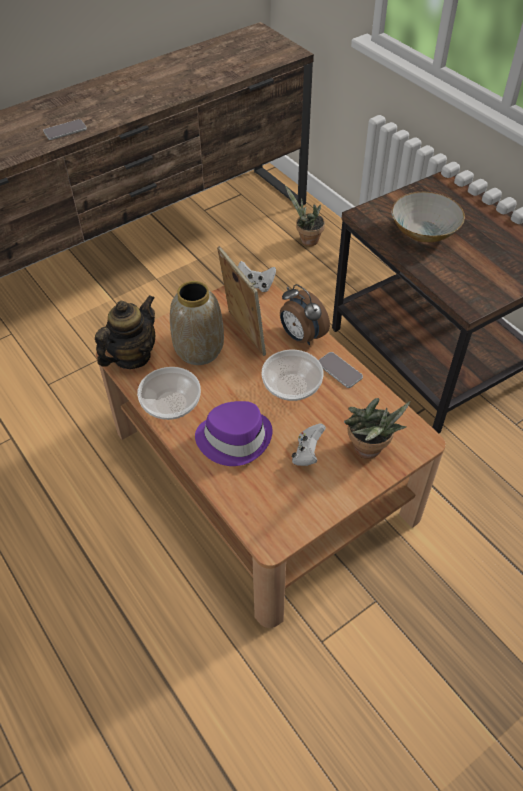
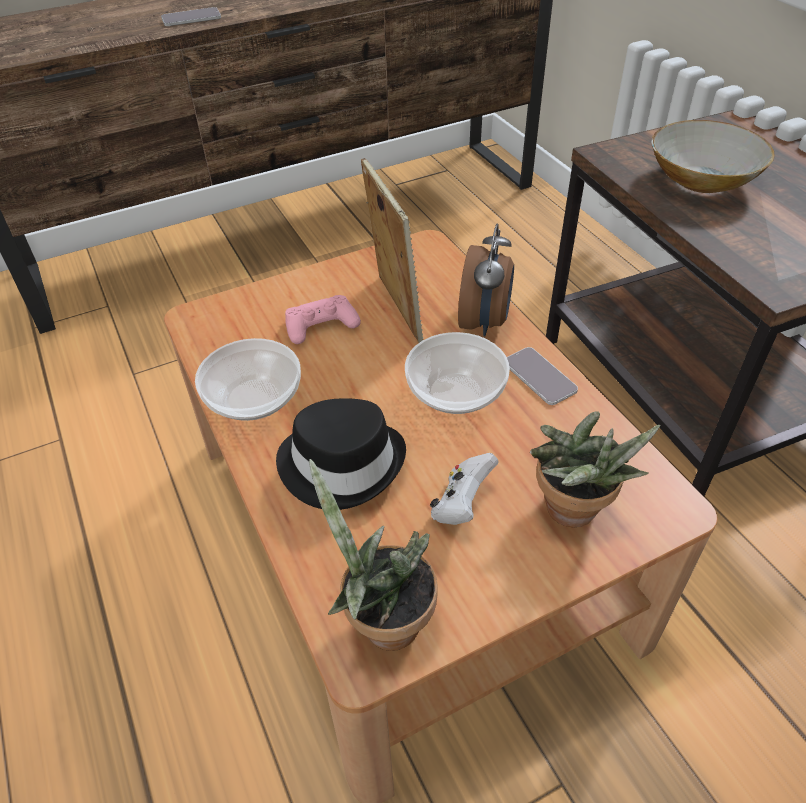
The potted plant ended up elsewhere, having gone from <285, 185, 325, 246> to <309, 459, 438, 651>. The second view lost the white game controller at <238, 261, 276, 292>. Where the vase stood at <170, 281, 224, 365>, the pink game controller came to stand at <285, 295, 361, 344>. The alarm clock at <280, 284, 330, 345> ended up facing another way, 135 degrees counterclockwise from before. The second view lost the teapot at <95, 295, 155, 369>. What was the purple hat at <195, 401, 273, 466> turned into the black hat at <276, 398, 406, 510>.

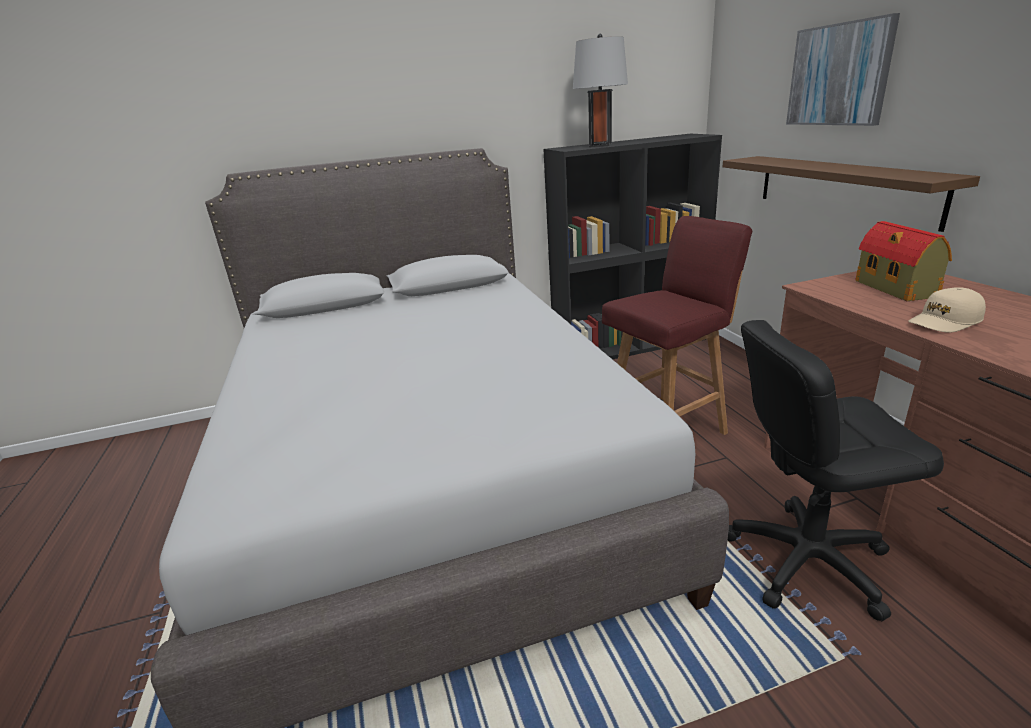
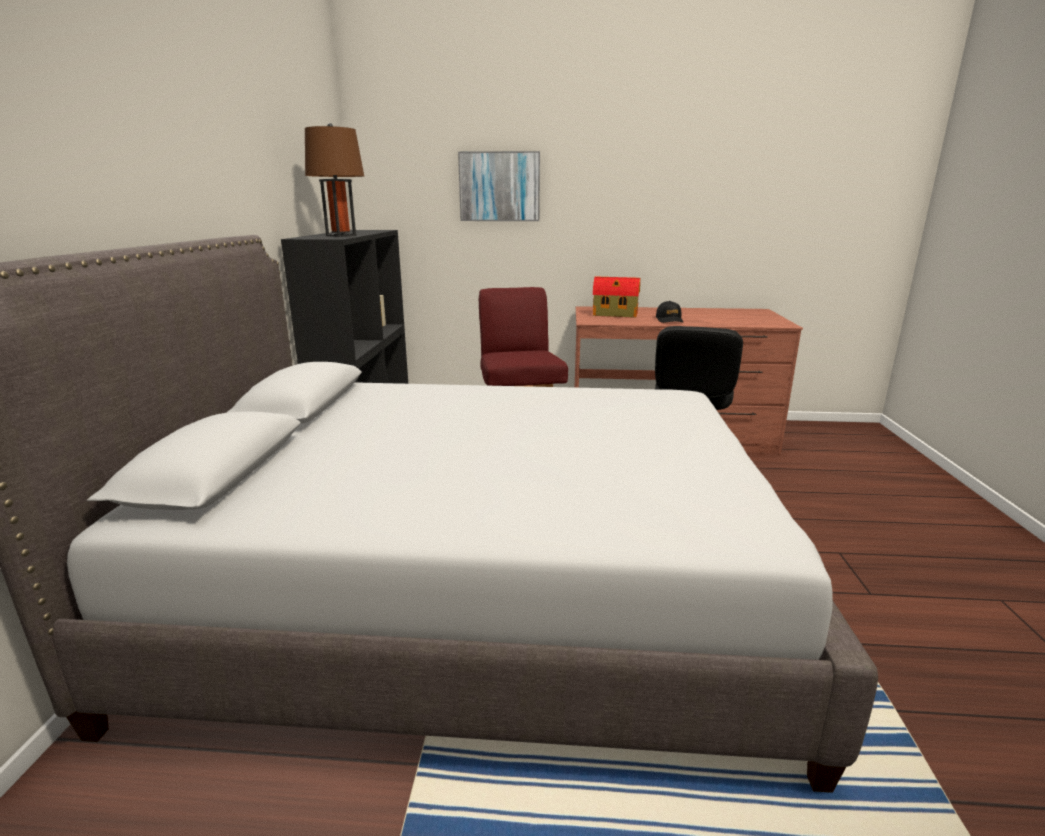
What was the grey table lamp at <573, 34, 628, 147> turned into the brown table lamp at <305, 123, 364, 237>. The second view lost the brown shelf at <723, 156, 980, 232>. What was the beige cap at <908, 287, 986, 333> turned into the black cap at <656, 301, 683, 323>.

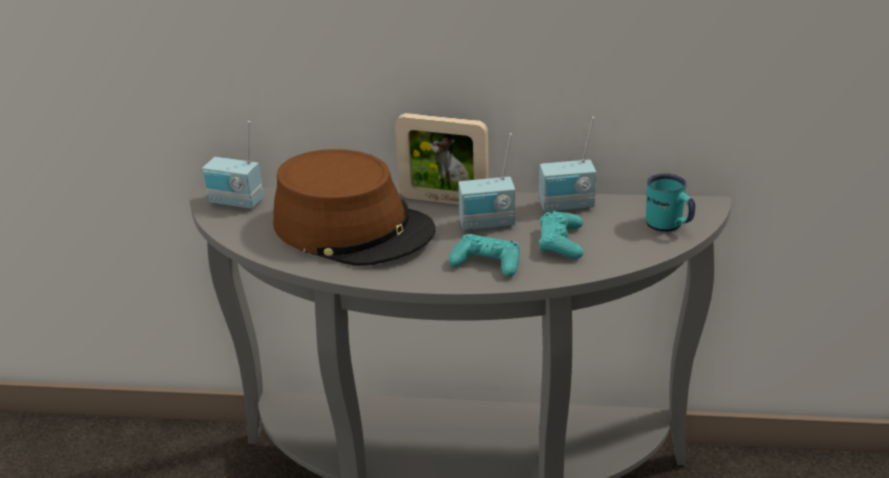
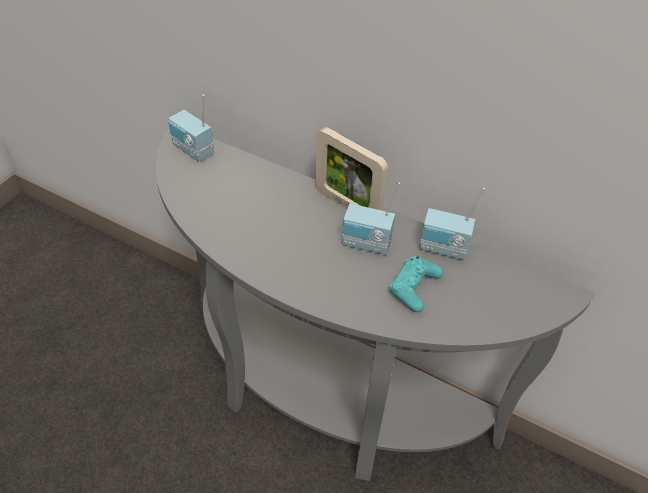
The second view lost the brown hat at <273, 149, 435, 266>. The second view lost the turquoise mug at <646, 173, 695, 232>. The second view lost the turquoise game controller at <449, 234, 520, 277>.

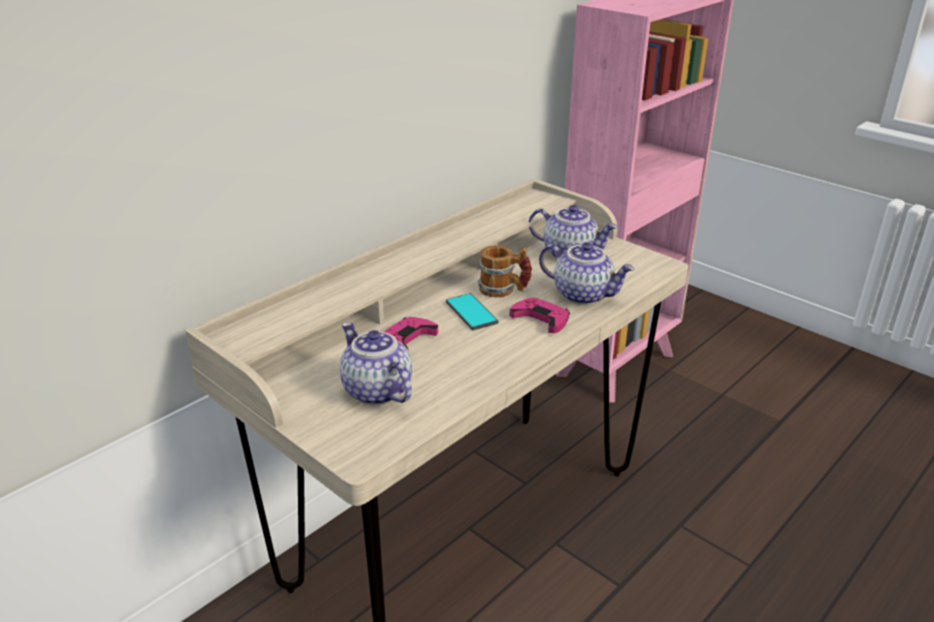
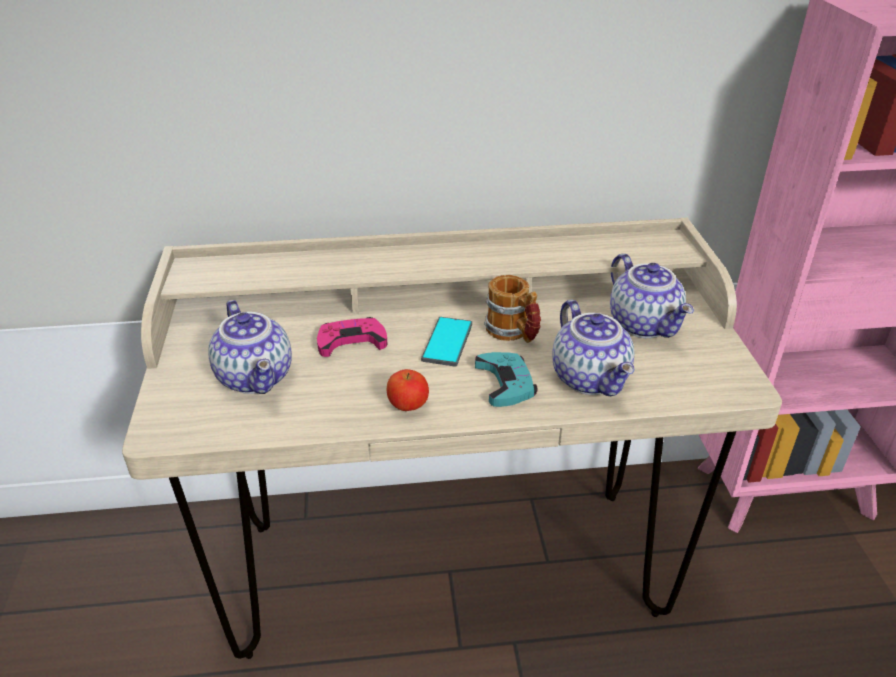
What was the pink game controller at <509, 297, 570, 333> turned into the turquoise game controller at <475, 352, 538, 407>. The teapot at <340, 322, 412, 405> ended up facing another way, 150 degrees clockwise from before. The second view gained the apple at <387, 369, 429, 411>.

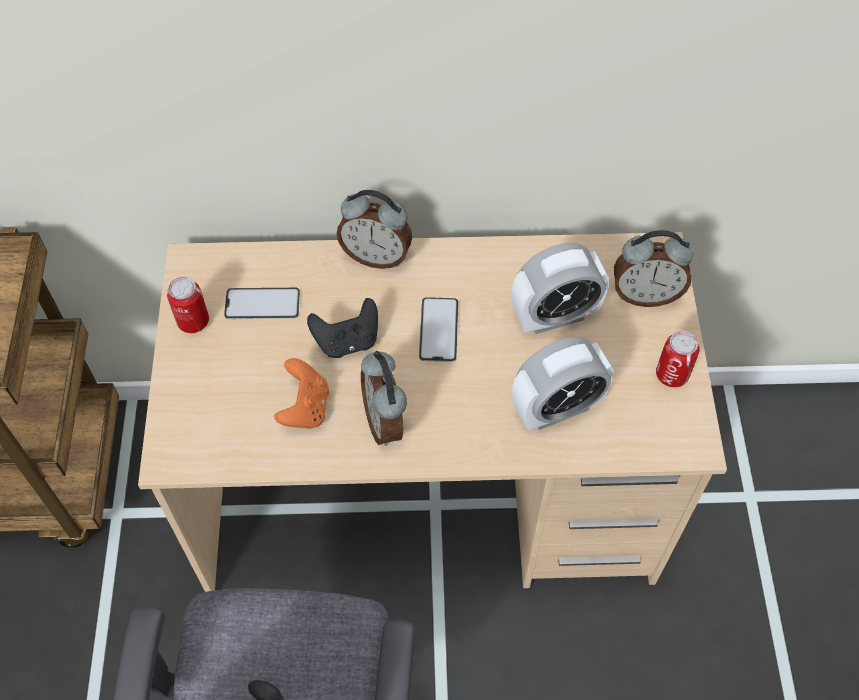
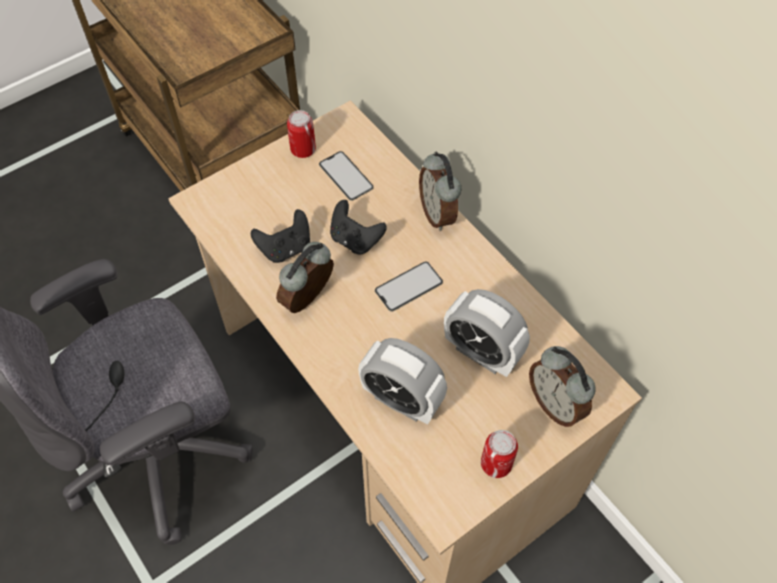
What was the orange game controller at <274, 358, 329, 429> turned into the black game controller at <251, 209, 310, 263>.

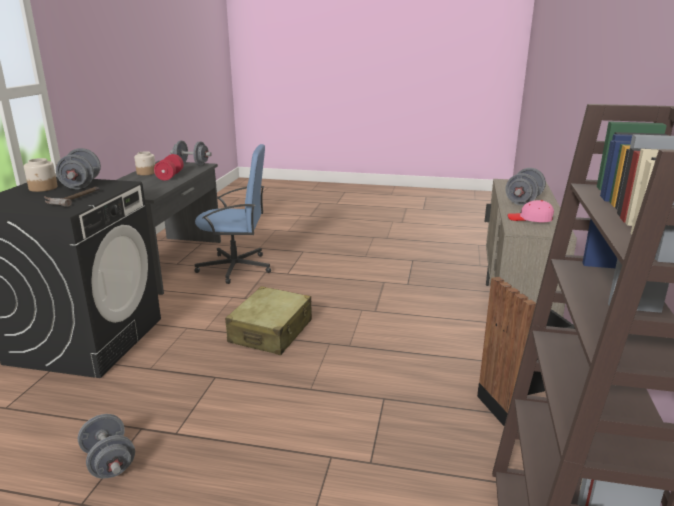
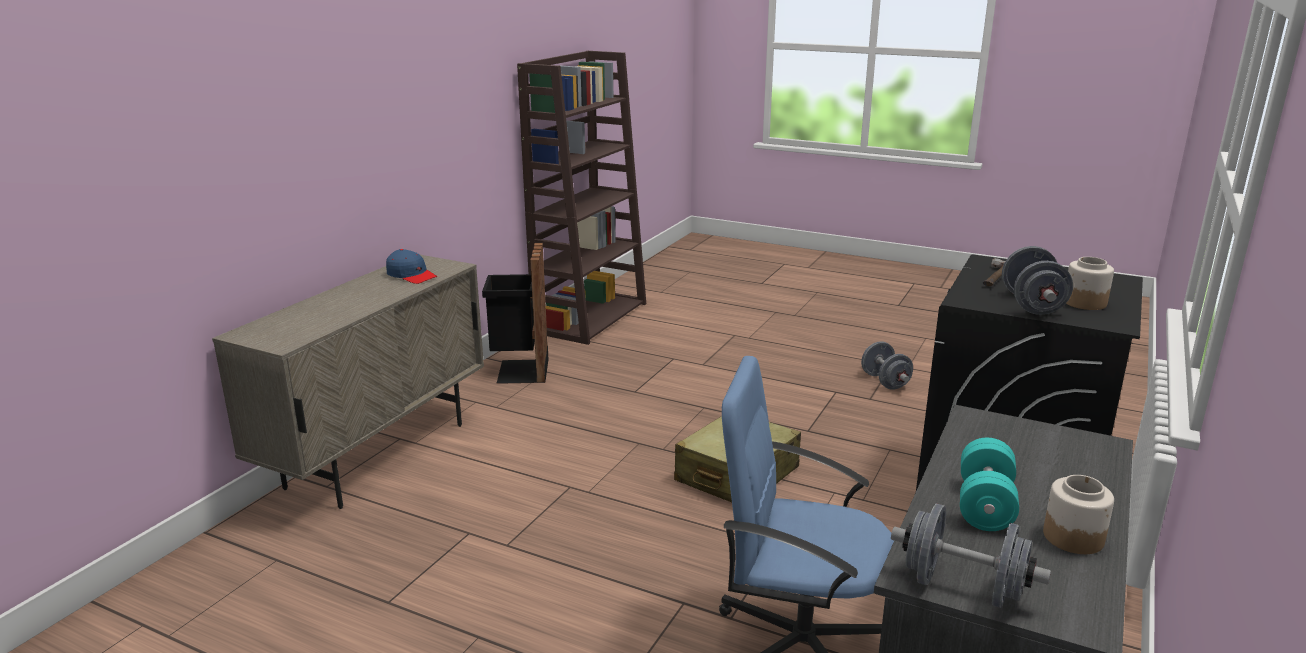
What was the red dumbbell at <154, 154, 184, 181> turned into the turquoise dumbbell at <960, 438, 1019, 531>. The second view lost the grey dumbbell at <505, 168, 546, 205>. What was the pink cap at <507, 200, 554, 222> turned into the blue cap at <386, 249, 437, 284>.

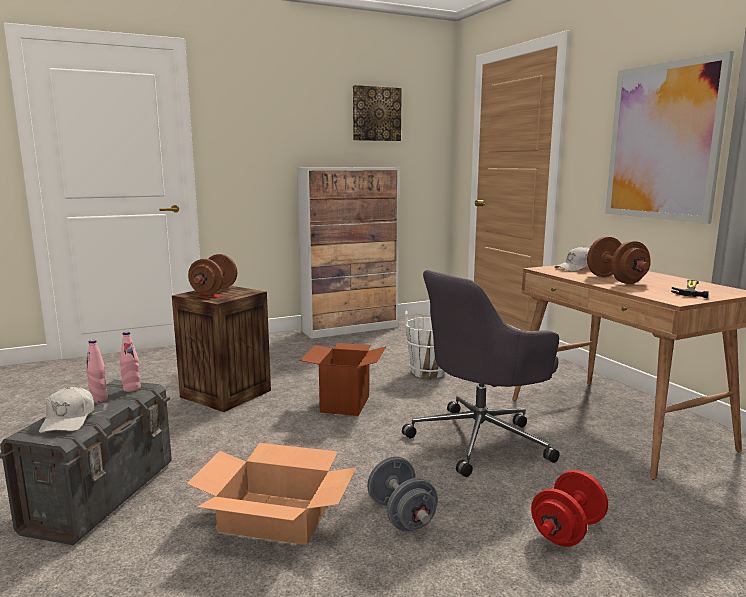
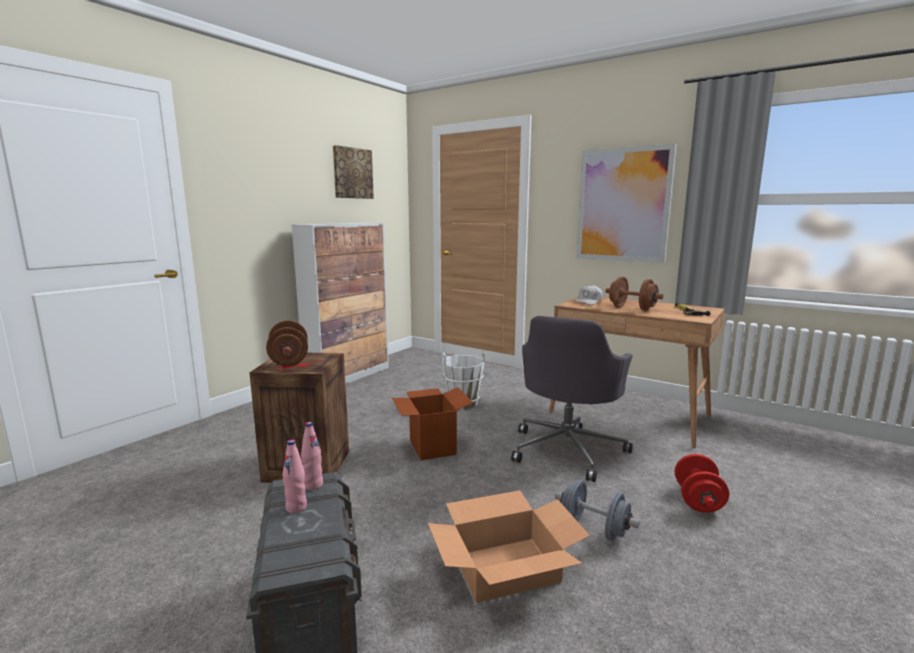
The second view lost the white cap at <39, 387, 94, 433>.

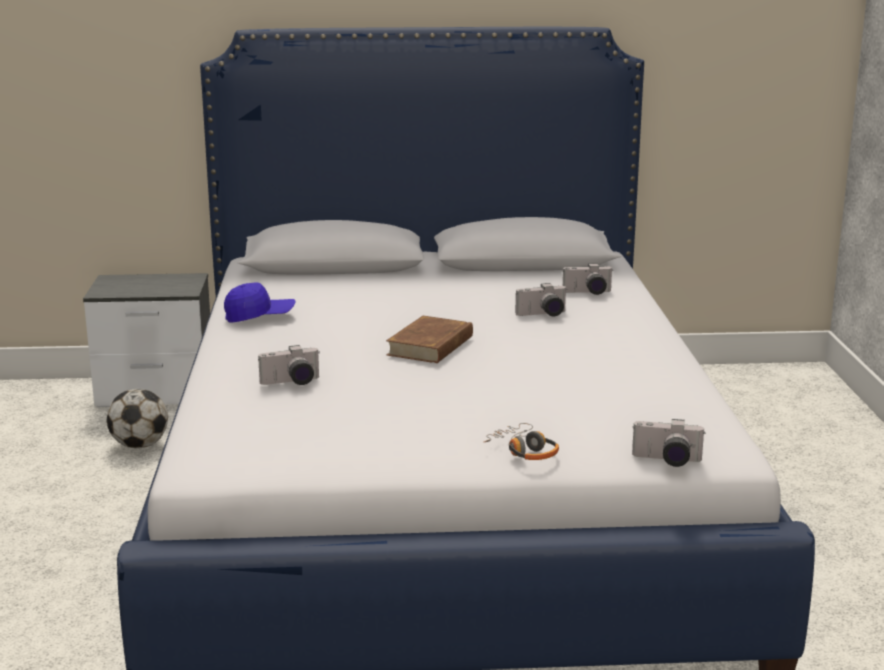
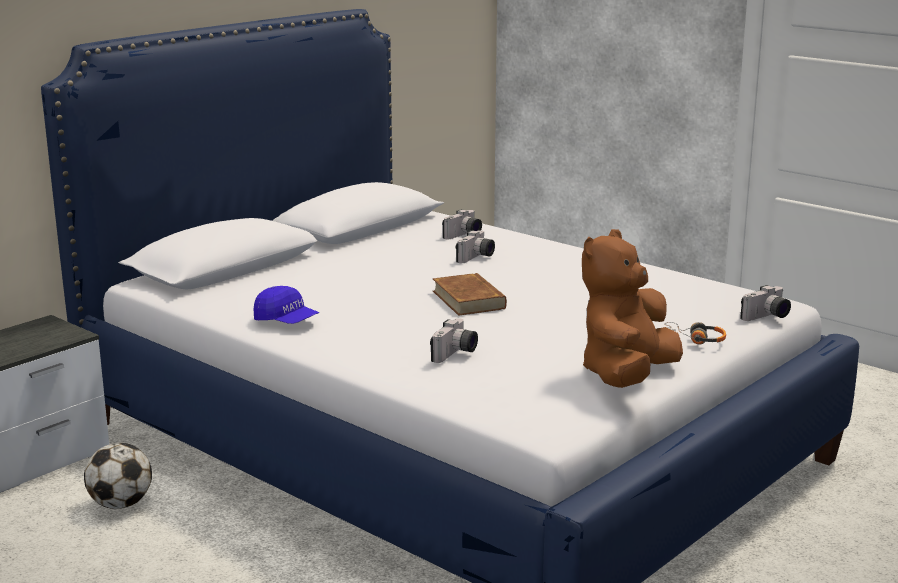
The blue cap at <224, 282, 296, 322> ended up facing another way, 90 degrees clockwise from before. The second view gained the brown plush toy at <582, 229, 683, 388>.

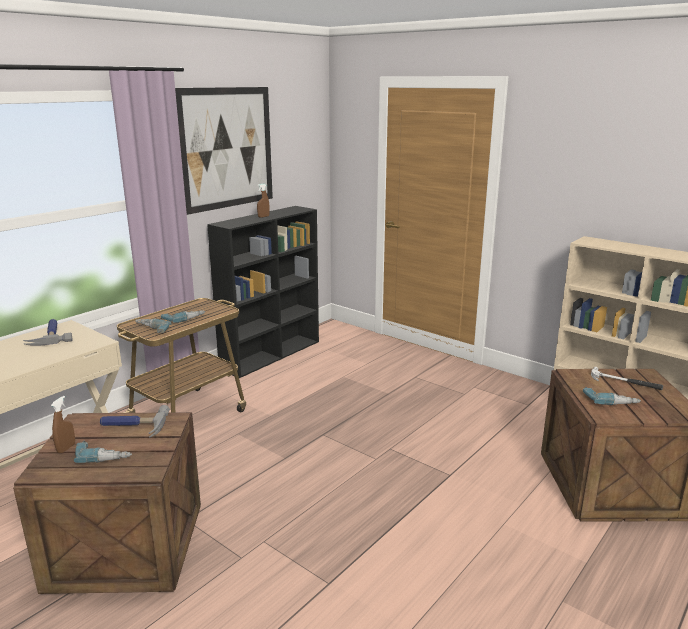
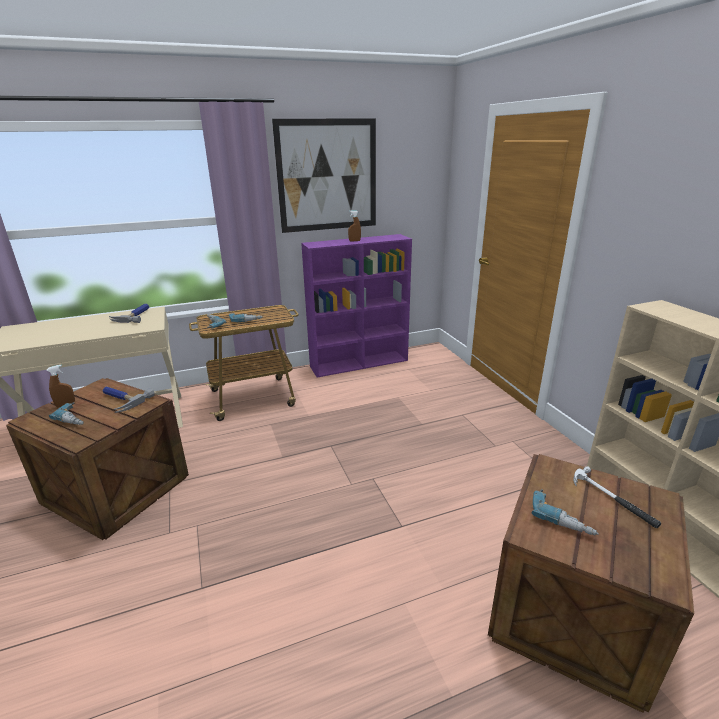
What was the black bookcase at <207, 206, 319, 378> turned into the purple bookcase at <301, 234, 412, 377>.

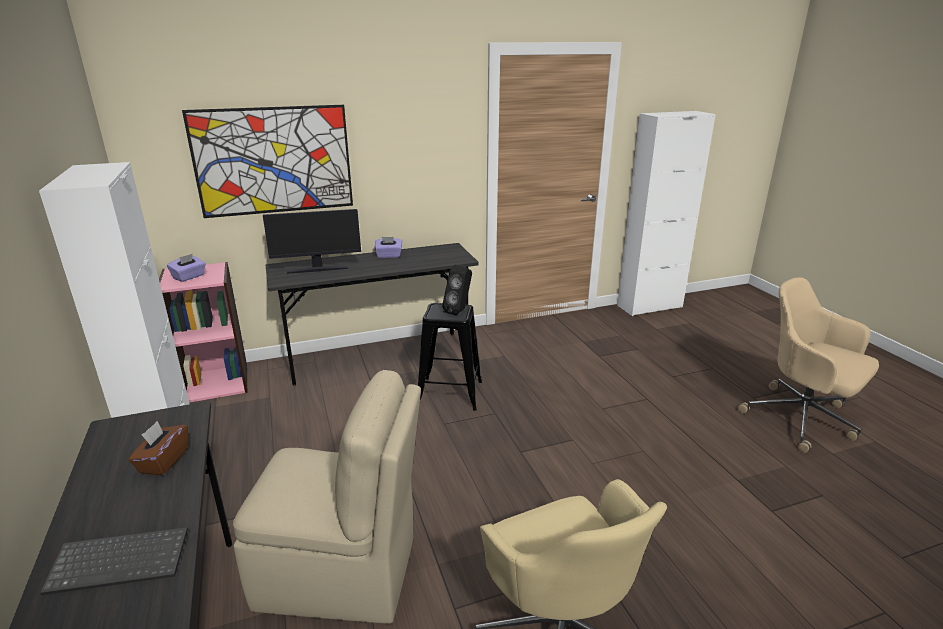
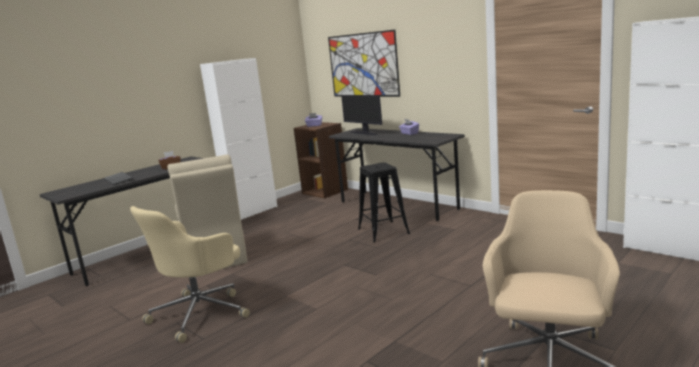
What was the pink bookcase at <159, 262, 248, 403> turned into the brown bookcase at <294, 122, 348, 198>. The second view lost the black speaker at <442, 265, 472, 315>.

